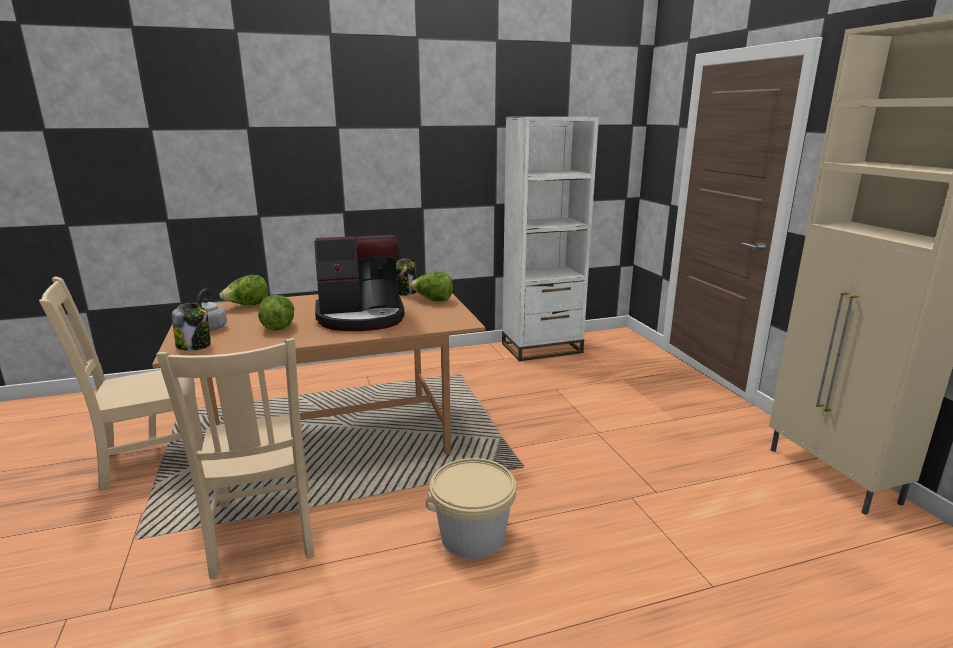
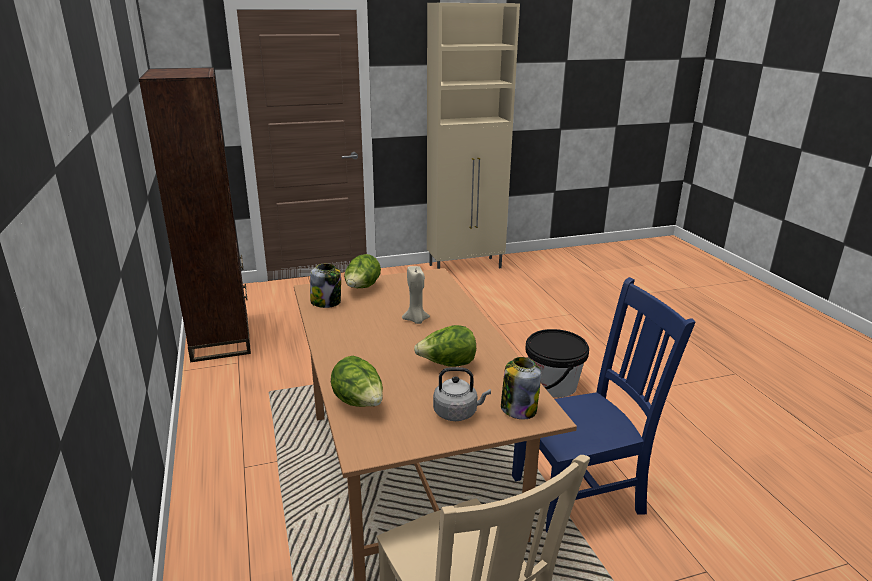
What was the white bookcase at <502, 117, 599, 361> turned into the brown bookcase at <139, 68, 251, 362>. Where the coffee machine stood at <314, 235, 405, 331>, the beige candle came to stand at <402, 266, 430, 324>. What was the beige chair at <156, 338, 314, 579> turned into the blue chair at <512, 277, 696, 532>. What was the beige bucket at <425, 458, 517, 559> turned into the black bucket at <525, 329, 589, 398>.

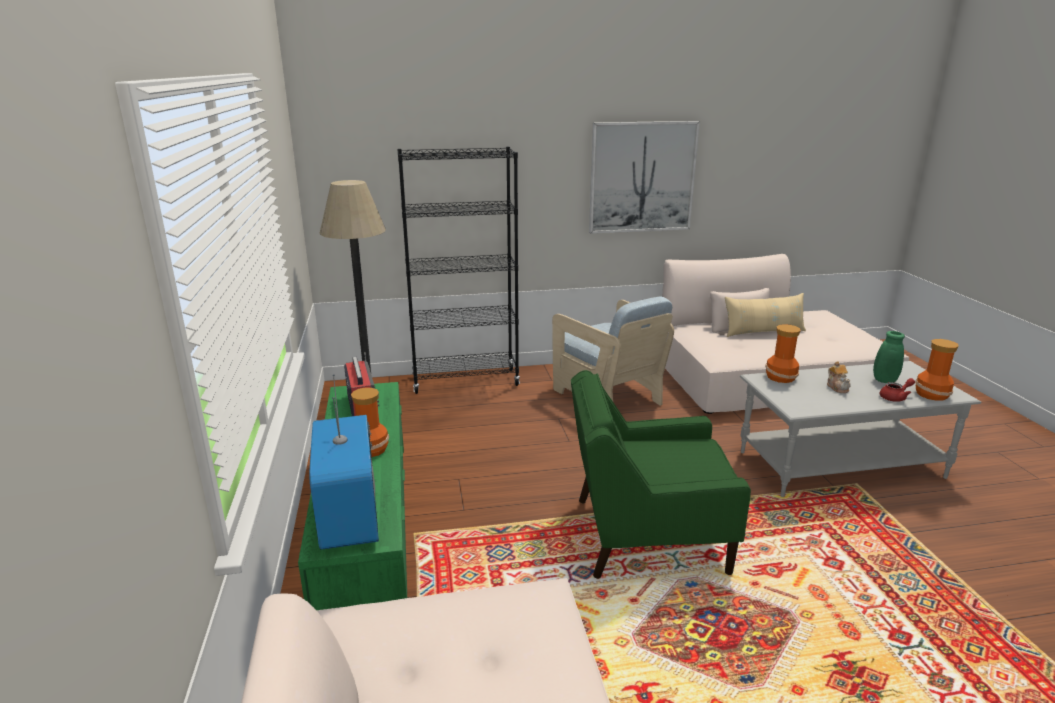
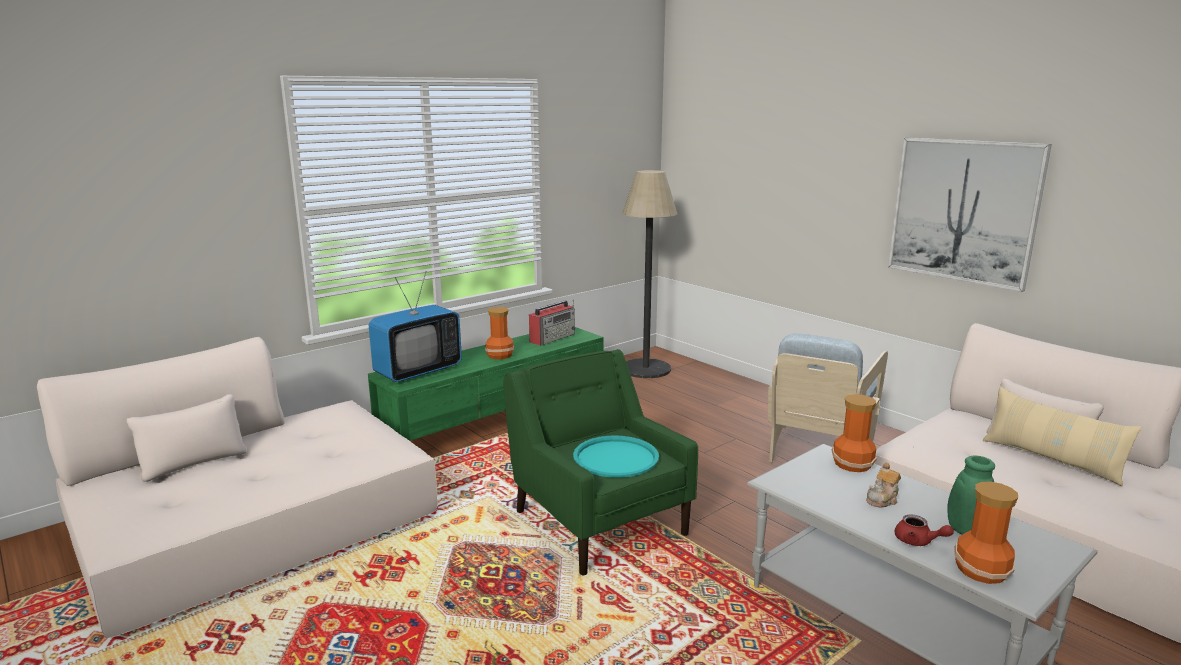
The second view lost the black bookcase at <397, 147, 520, 394>. The second view gained the turquoise tray at <573, 436, 659, 478>.

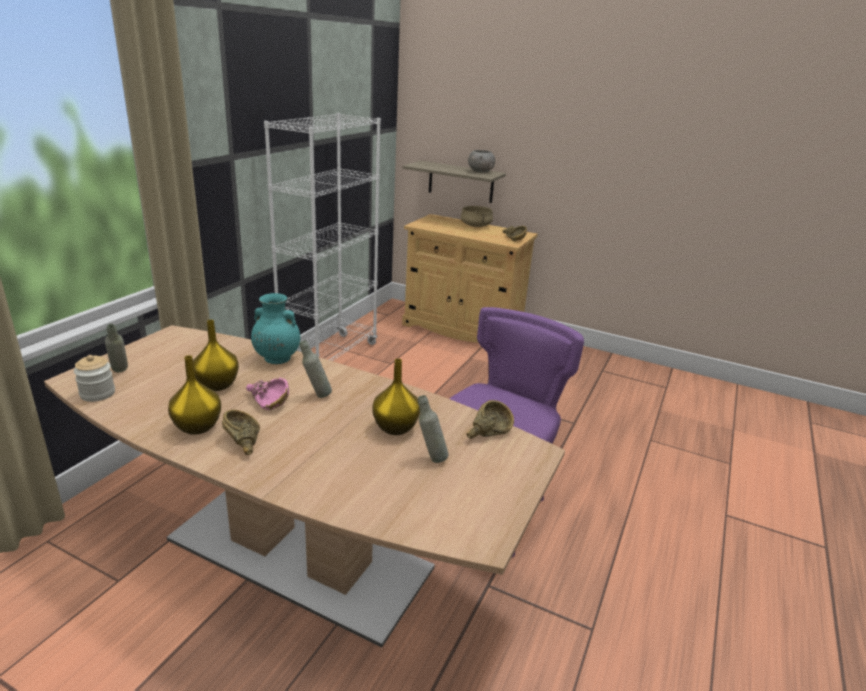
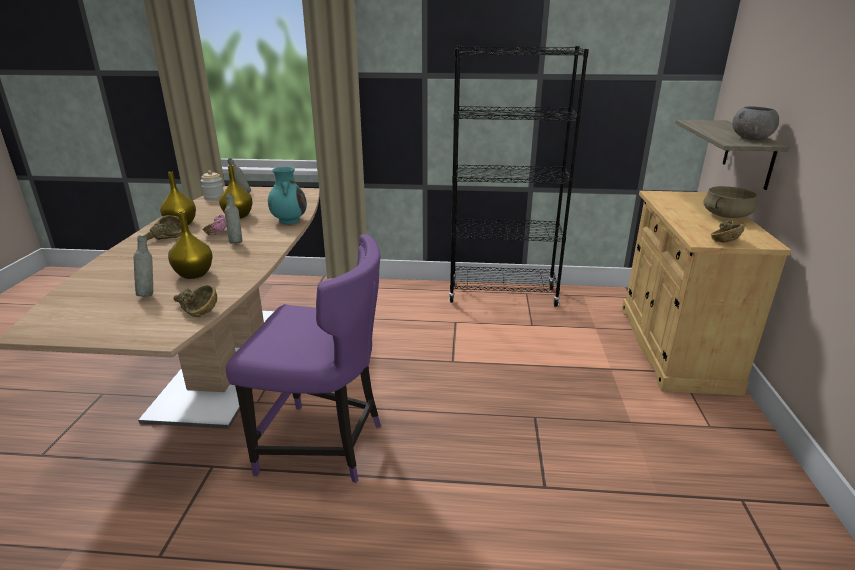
What was the white bookcase at <264, 113, 381, 361> turned into the black bookcase at <449, 45, 589, 307>.

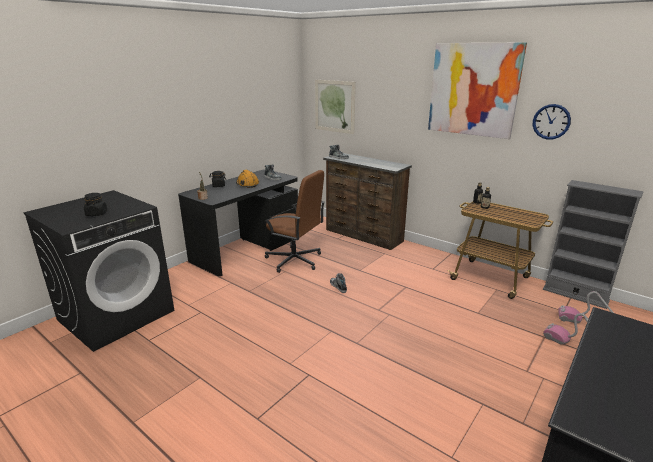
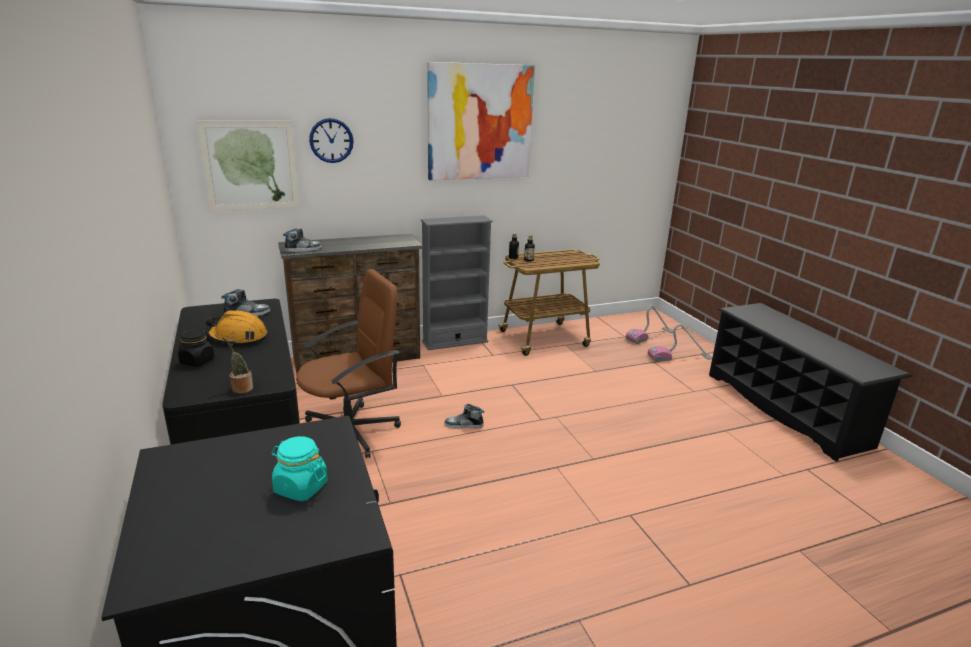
The wall clock ended up elsewhere, having gone from <533, 104, 571, 140> to <309, 118, 354, 163>. The grey bookcase ended up elsewhere, having gone from <543, 180, 643, 309> to <421, 215, 493, 350>. What was the black jar at <84, 193, 107, 216> turned into the turquoise jar at <271, 436, 328, 501>.

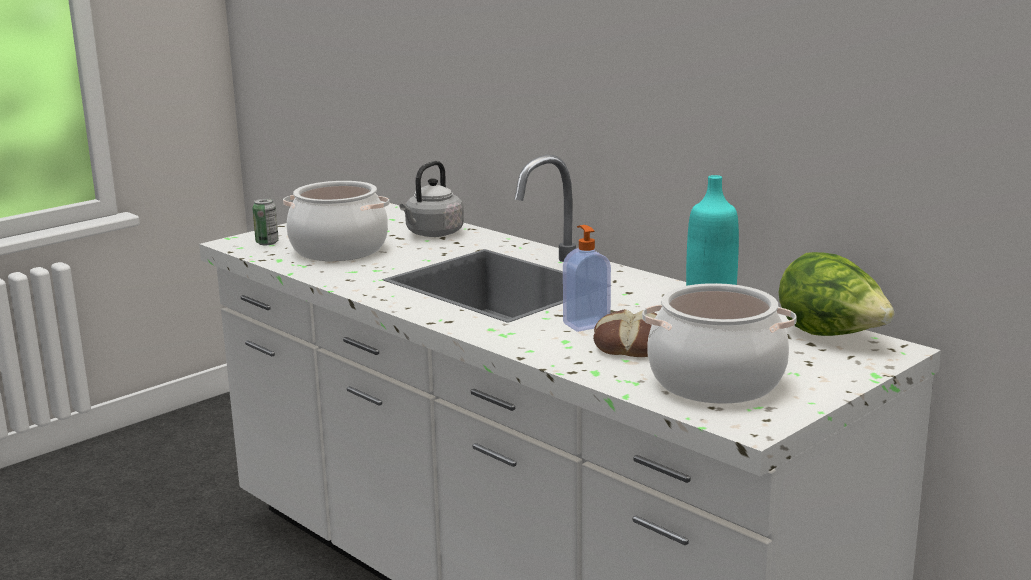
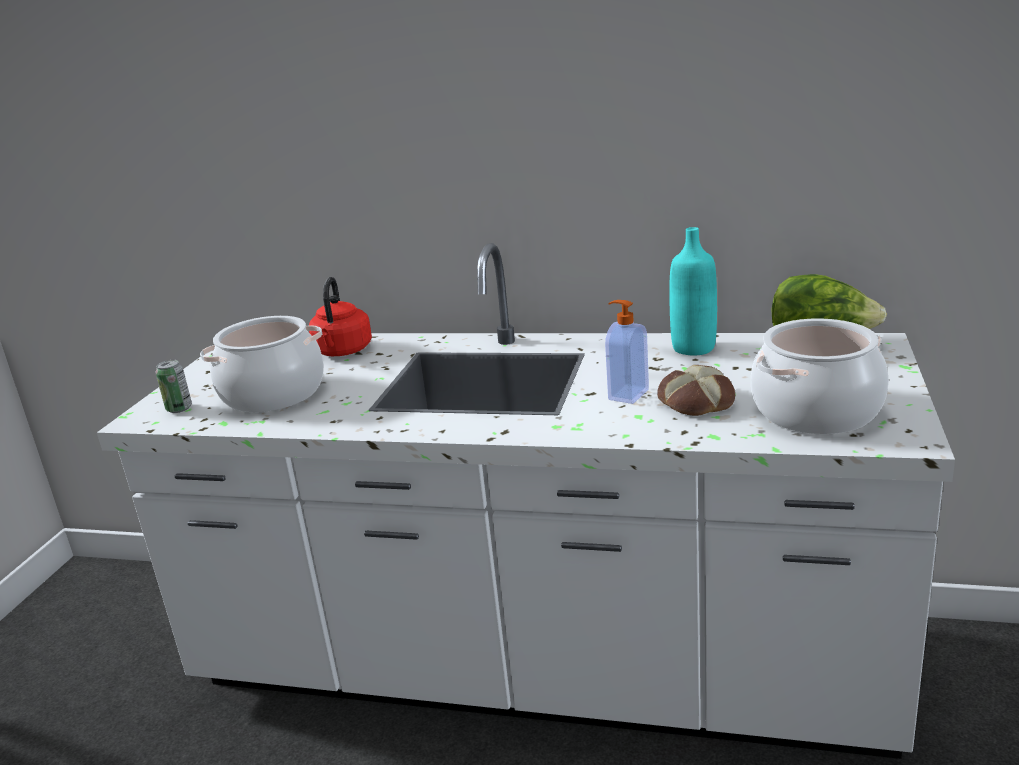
What was the grey kettle at <399, 161, 464, 237> turned into the red kettle at <309, 277, 372, 356>.

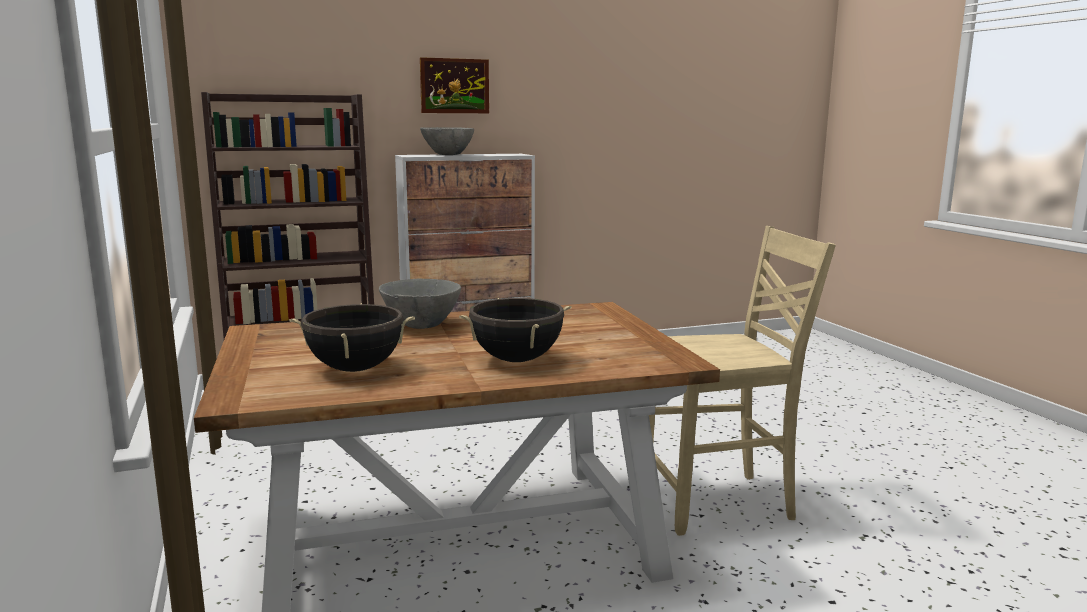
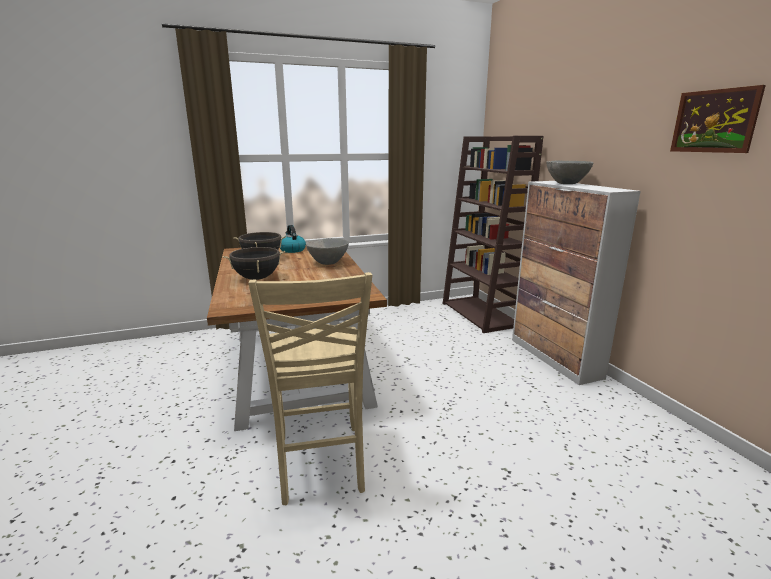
The picture ended up elsewhere, having gone from <420, 57, 489, 113> to <670, 85, 766, 153>. The second view gained the kettle at <280, 225, 306, 253>.

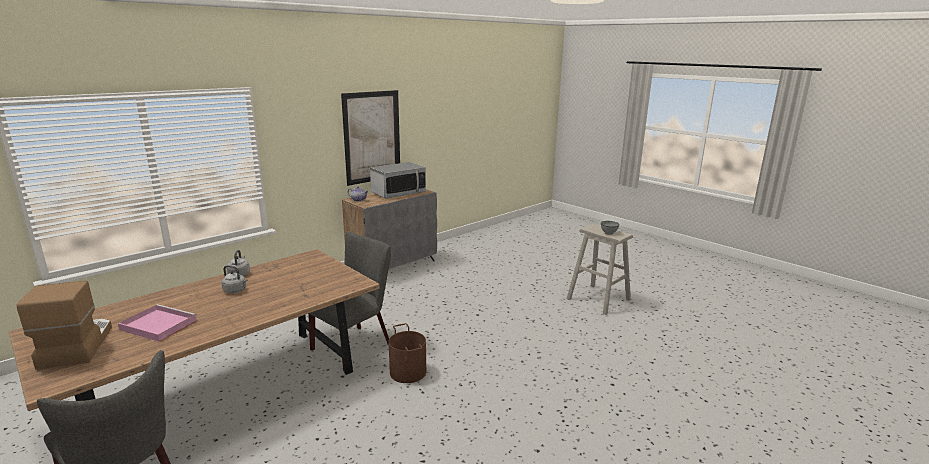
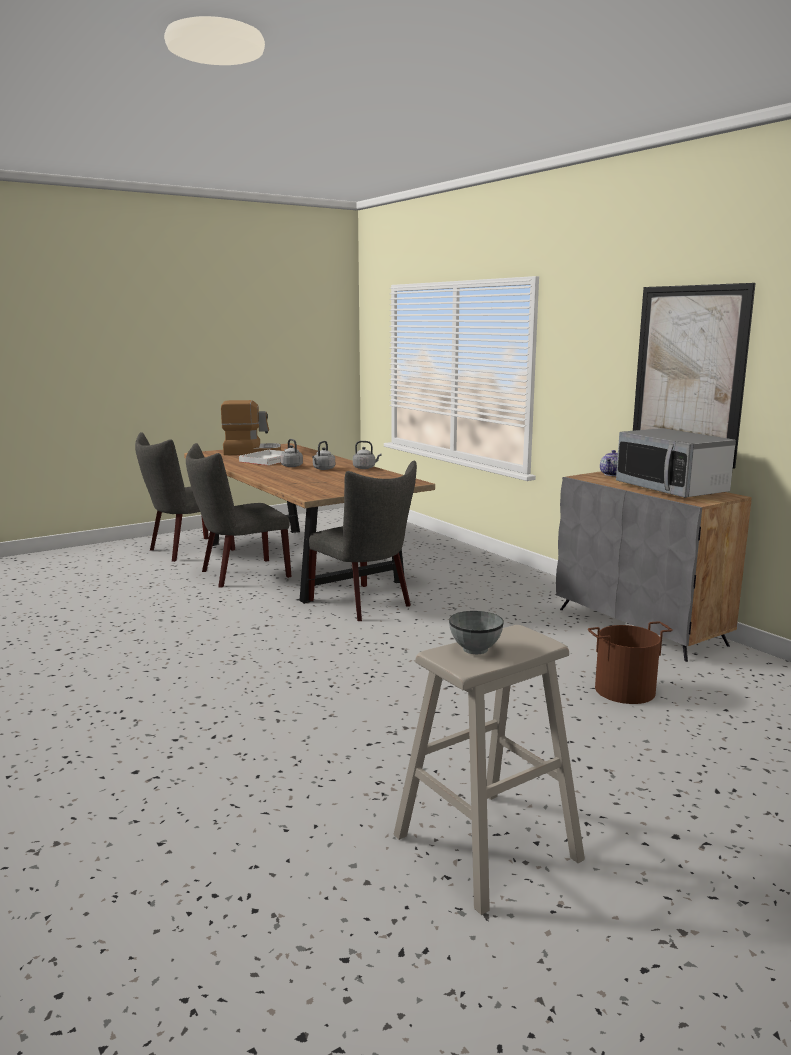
What was the pink tray at <118, 304, 197, 342> turned into the white tray at <239, 450, 284, 466>. The brown bucket ended up elsewhere, having gone from <389, 323, 426, 383> to <588, 621, 673, 704>. The second view gained the grey kettle at <281, 439, 303, 467>. The second view gained the grey chair at <186, 443, 292, 588>.

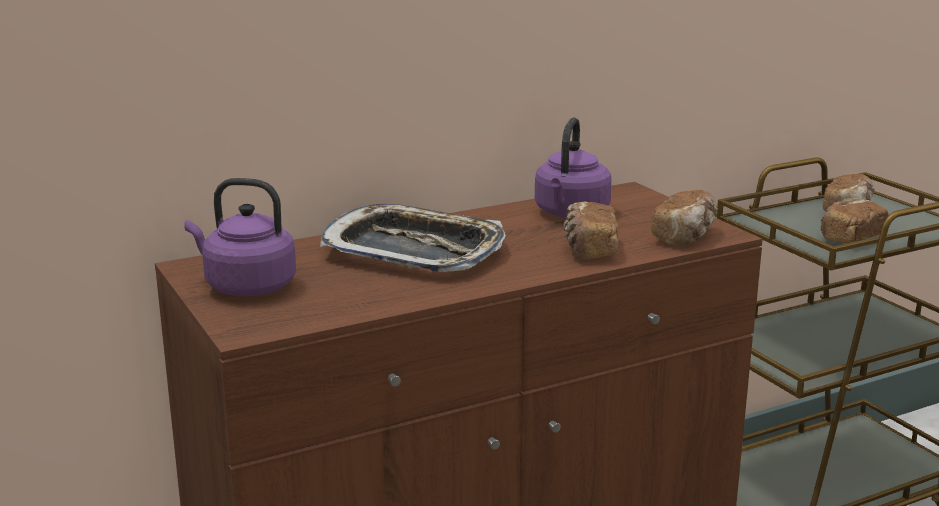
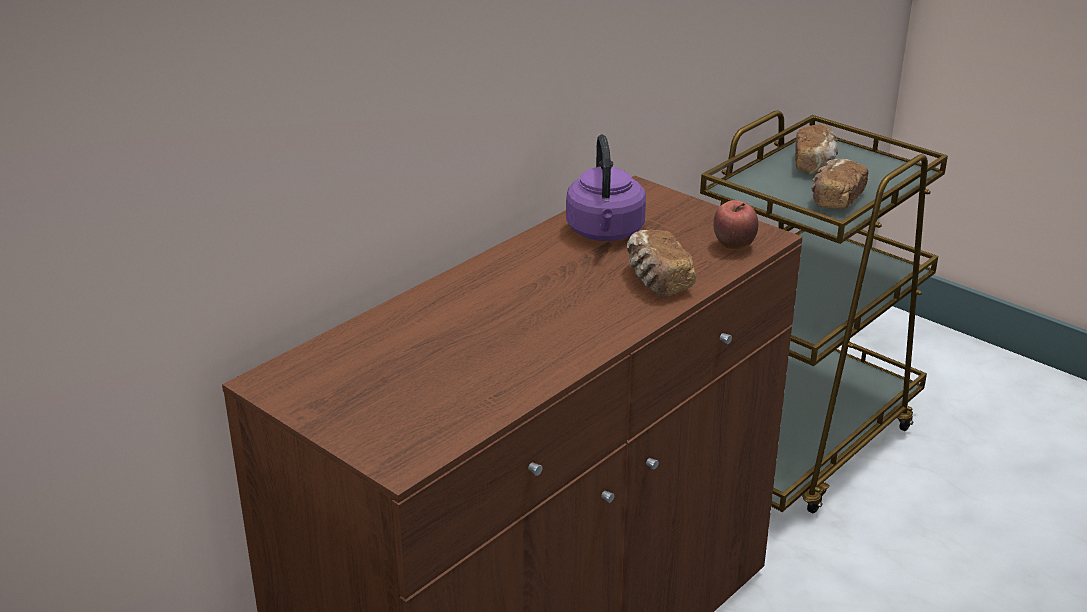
The second view lost the purple kettle at <184, 178, 296, 297>. Where the bread stood at <651, 190, 718, 246>, the apple came to stand at <713, 200, 758, 250>. The second view lost the tray at <320, 204, 506, 272>.

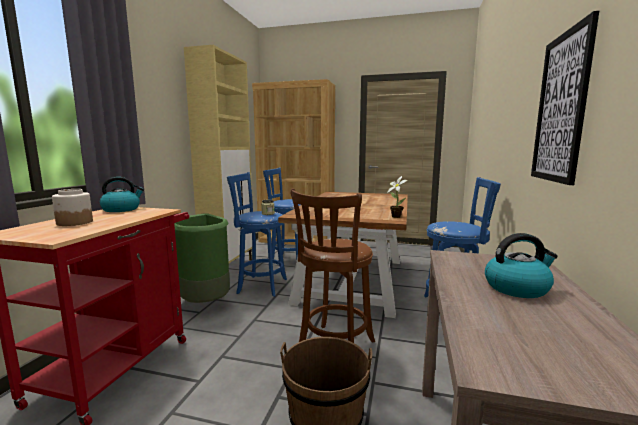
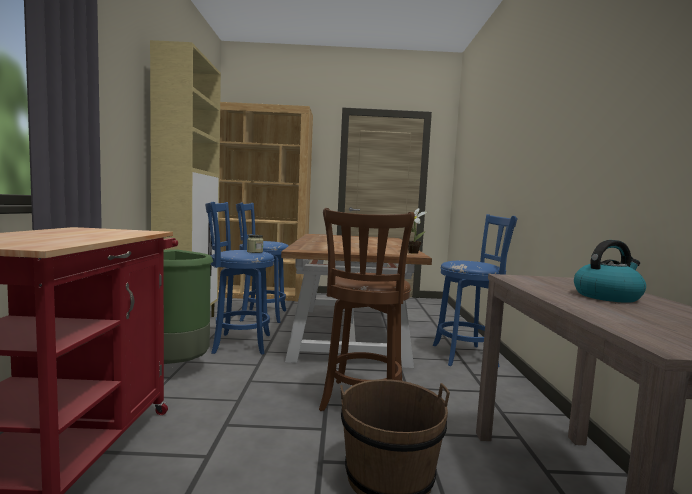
The second view lost the picture at <531, 11, 599, 185>. The second view lost the kettle at <100, 177, 144, 212>. The second view lost the jar at <52, 189, 93, 226>.

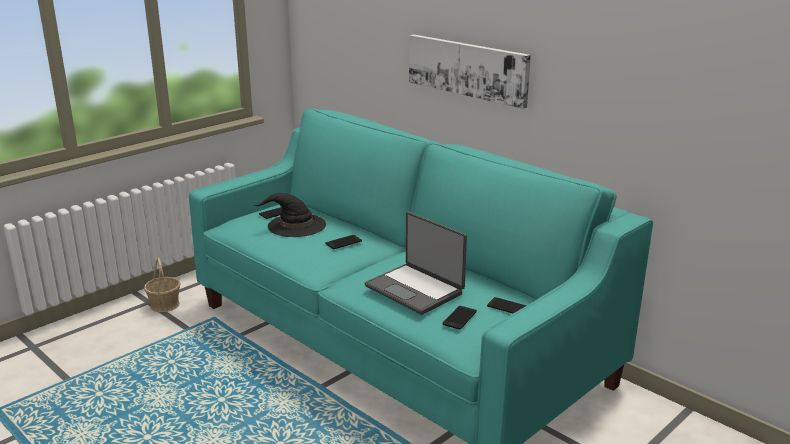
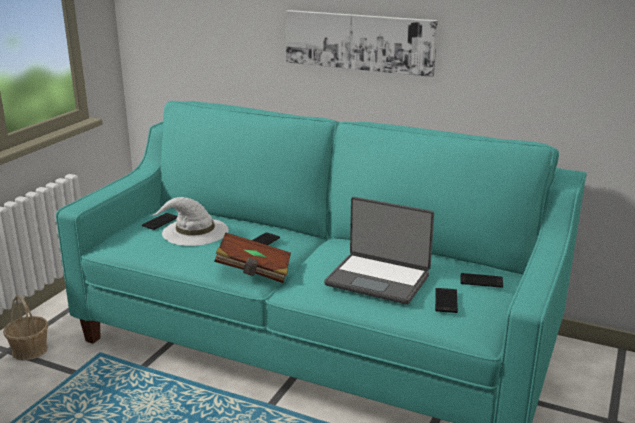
What was the black hat at <254, 193, 326, 237> turned into the white hat at <150, 197, 229, 246>. The second view gained the brown book at <214, 232, 291, 283>.

